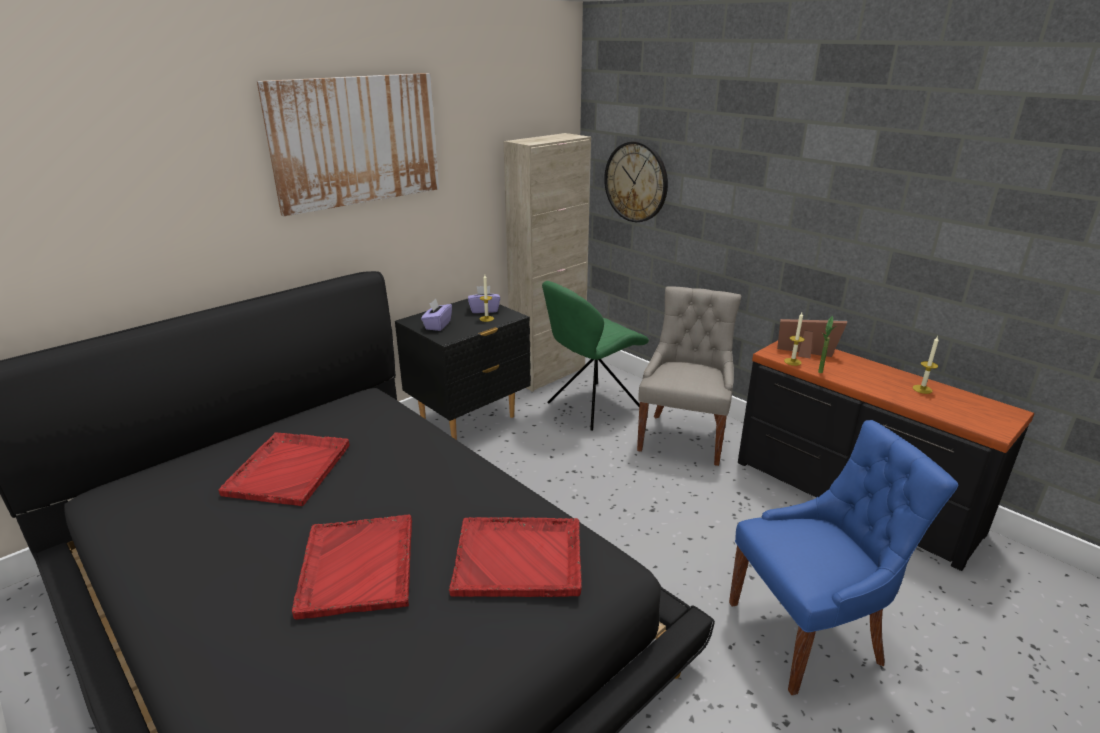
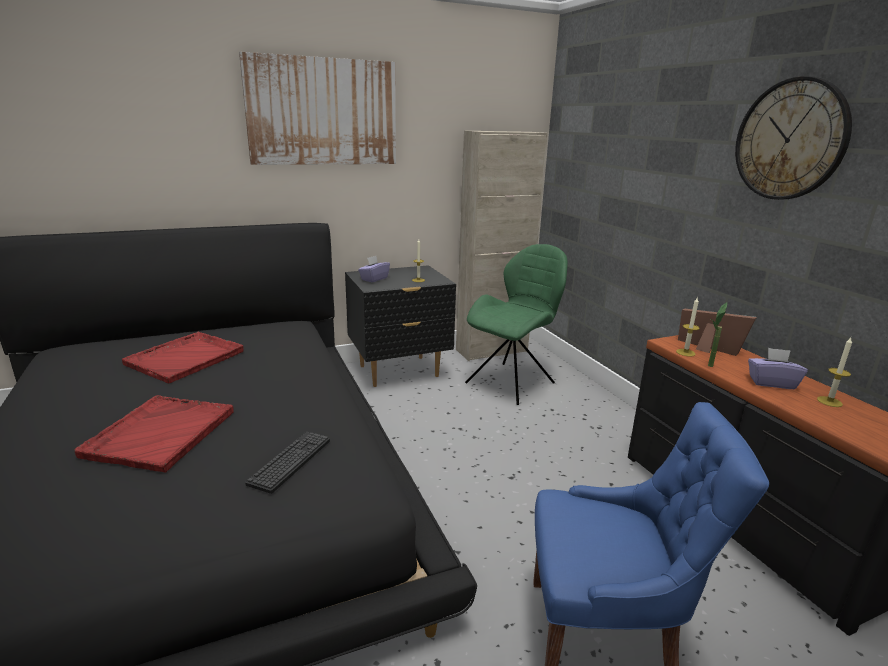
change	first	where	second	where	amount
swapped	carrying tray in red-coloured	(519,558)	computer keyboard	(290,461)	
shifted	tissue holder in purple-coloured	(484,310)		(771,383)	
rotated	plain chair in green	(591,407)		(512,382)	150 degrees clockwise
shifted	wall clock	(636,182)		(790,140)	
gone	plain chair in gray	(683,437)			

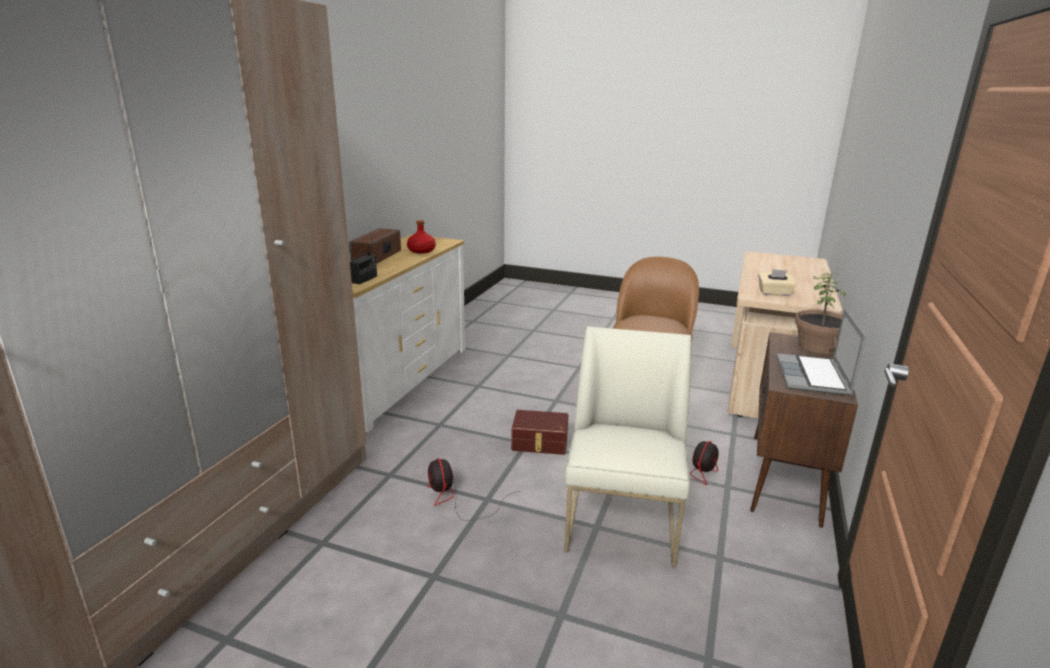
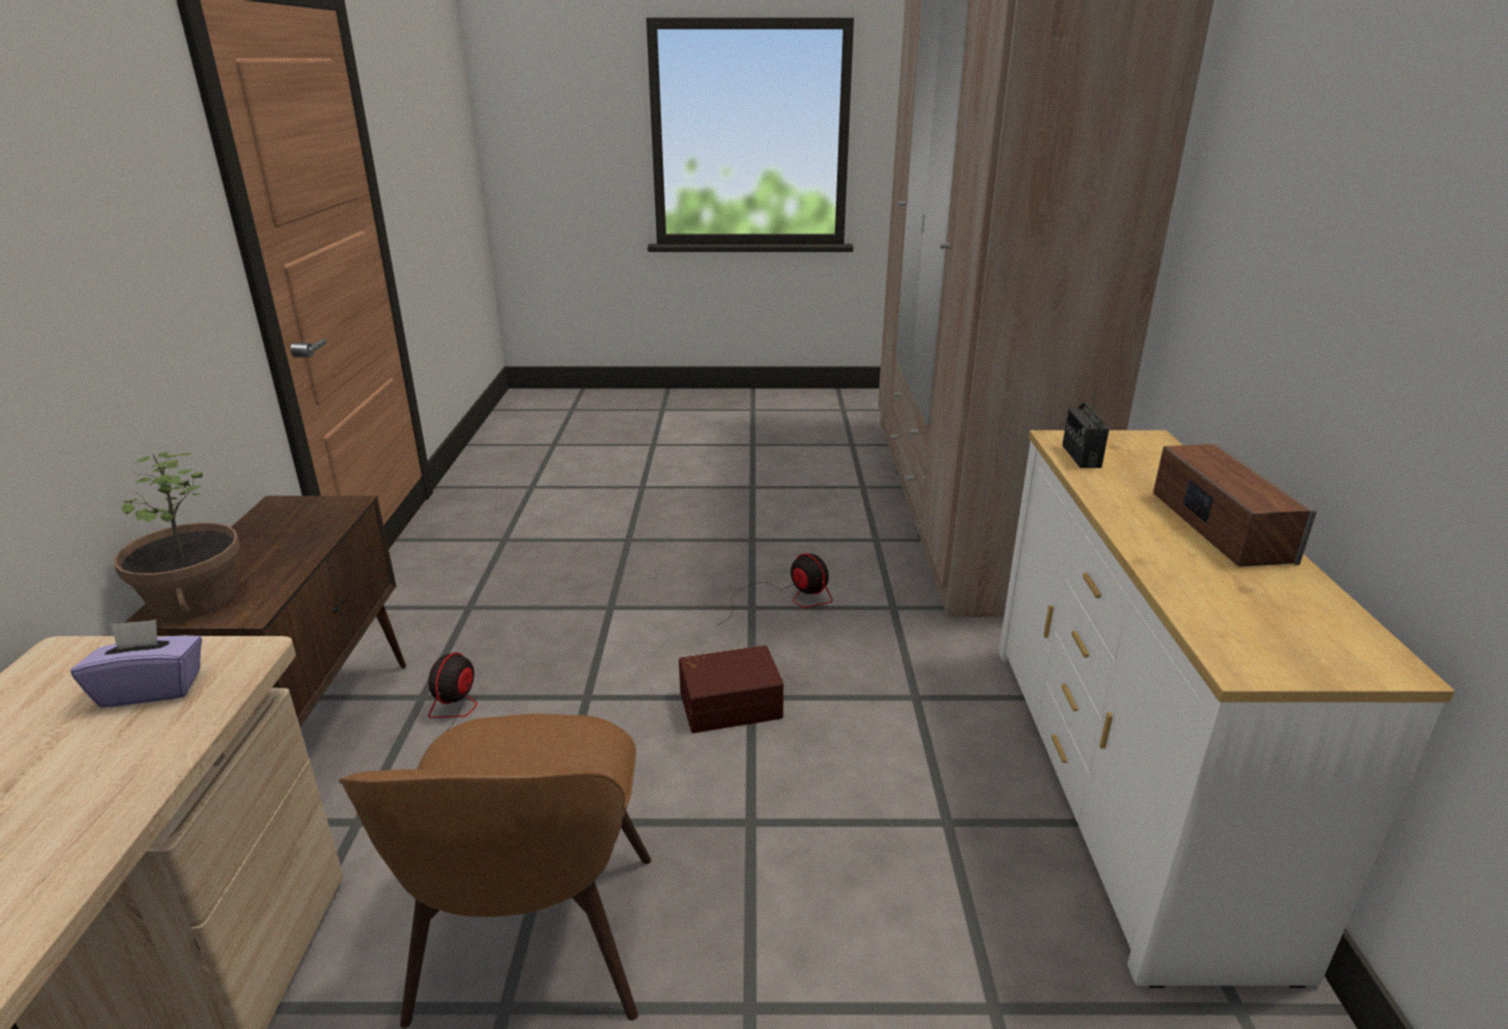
change	first	where	second	where	amount
gone	bottle in red-coloured	(421,251)			
gone	plain chair in white	(622,522)			
repainted	tissue holder in beige	(774,293)	tissue holder in purple-coloured	(152,689)	
gone	notebook computer	(813,377)			

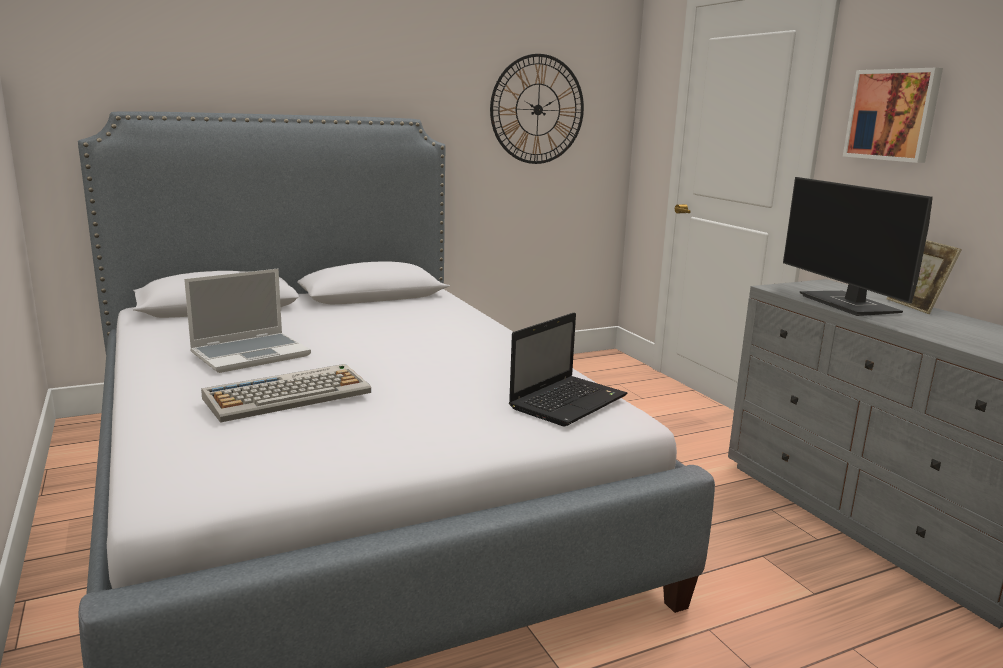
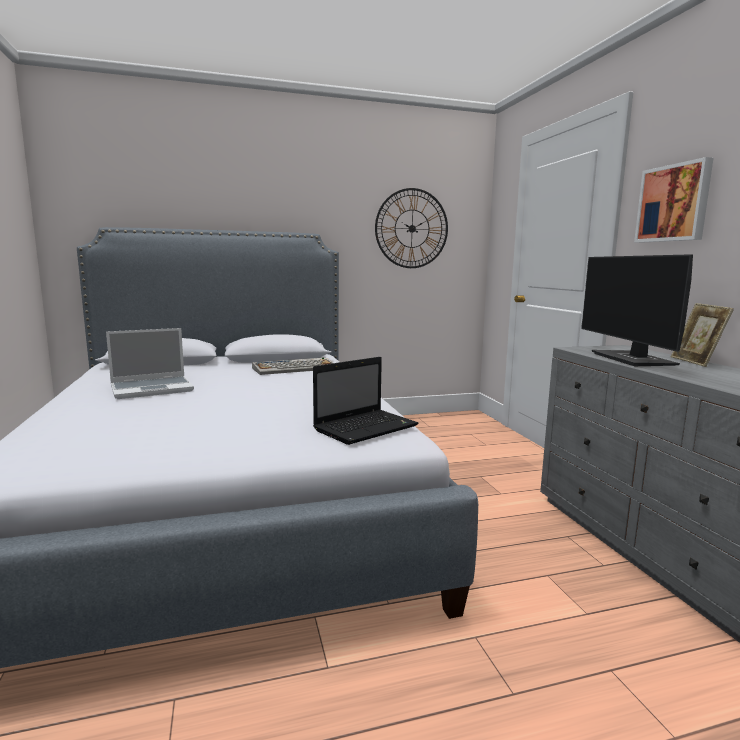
change	first	where	second	where	amount
shifted	computer keyboard	(289,395)		(295,368)	

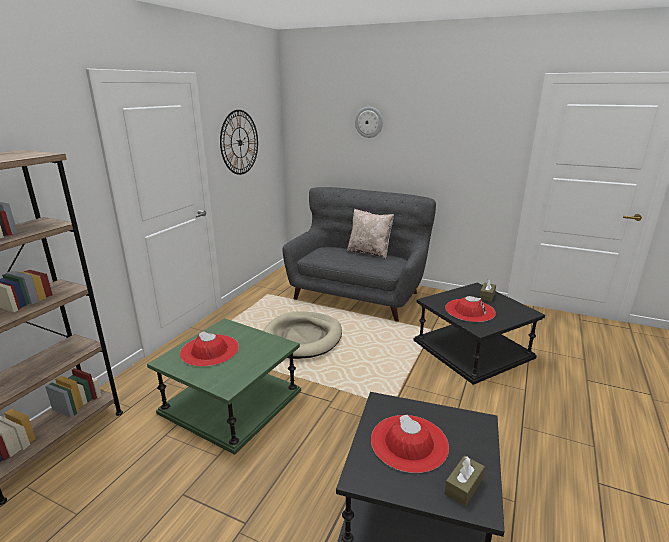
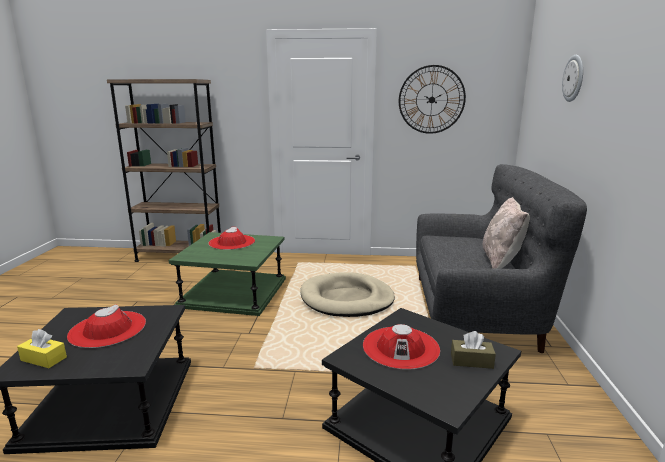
change	first	where	second	where	amount
repainted	tissue holder in brown	(463,486)	tissue holder in yellow-coloured	(43,359)	

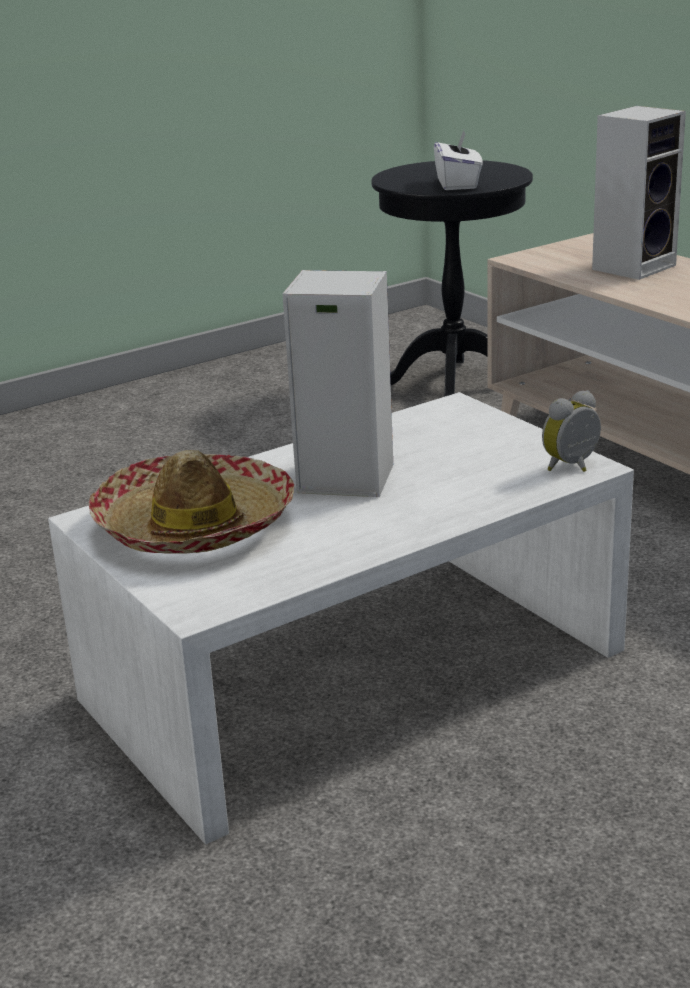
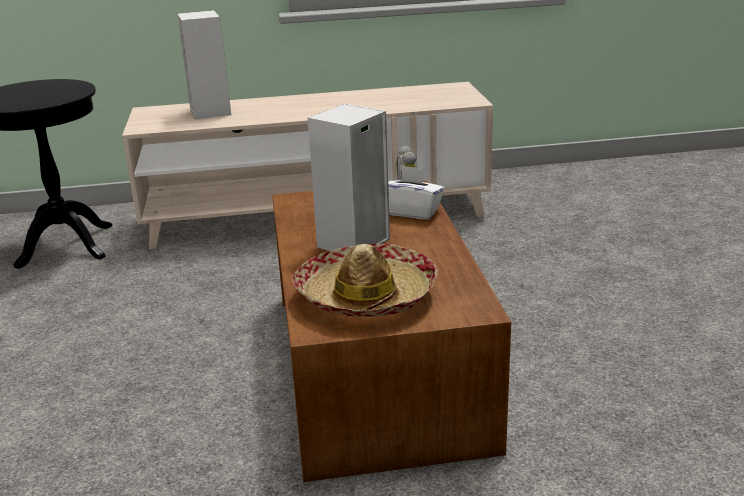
change	first	where	second	where	amount
repainted	lounge table in white	(356,676)	lounge table in brown	(378,365)	
shifted	tissue holder in white	(458,184)		(411,212)	

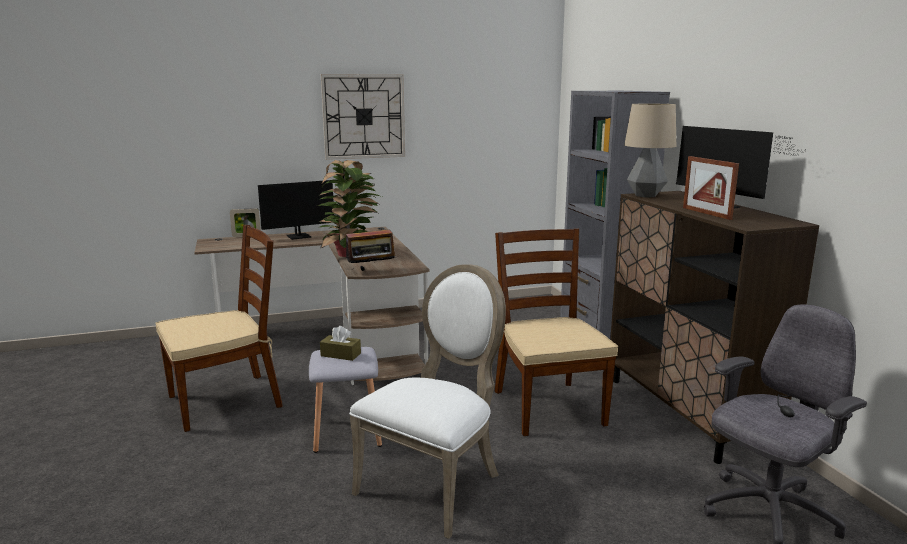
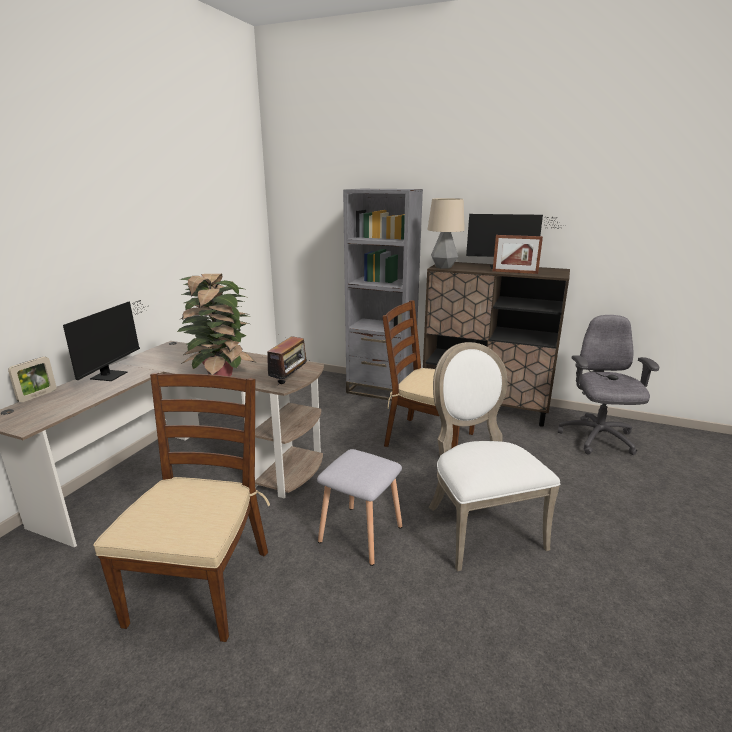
change	first	where	second	where	amount
gone	tissue holder in brown	(340,354)			
gone	wall clock	(363,116)			

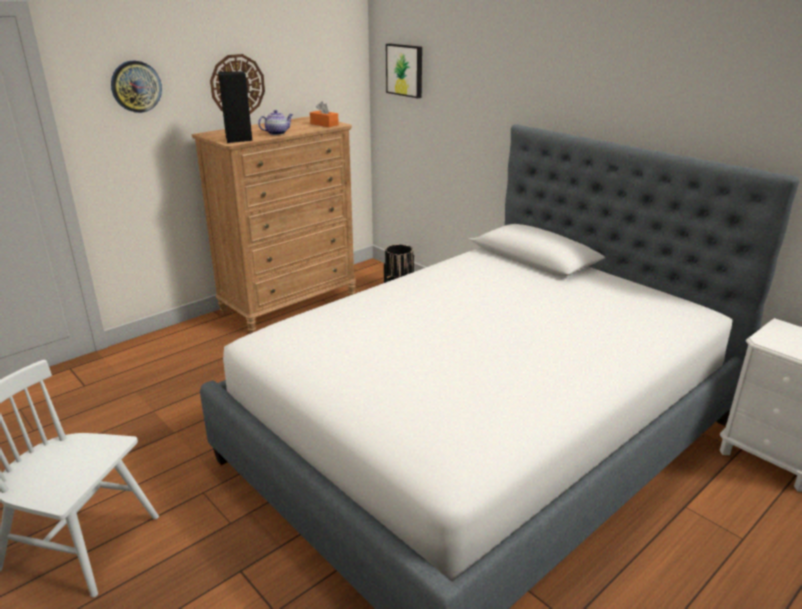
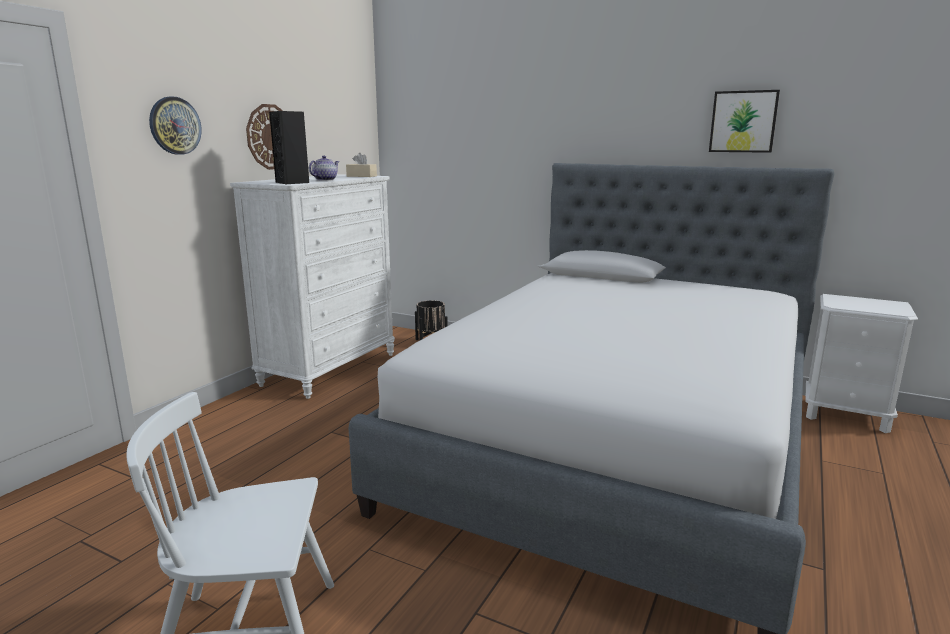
change	first	where	second	where	amount
repainted	chest of drawers in brown	(289,303)	chest of drawers in white	(329,369)	
repainted	tissue holder in orangey	(324,124)	tissue holder in beige	(361,176)	
shifted	wall art	(405,70)		(743,121)	

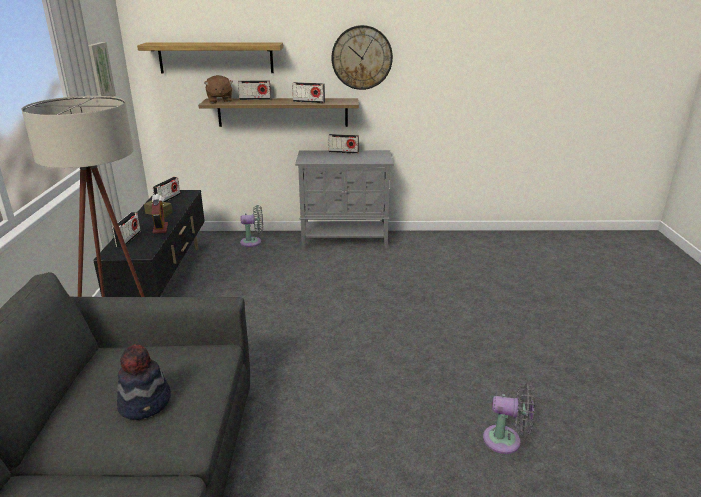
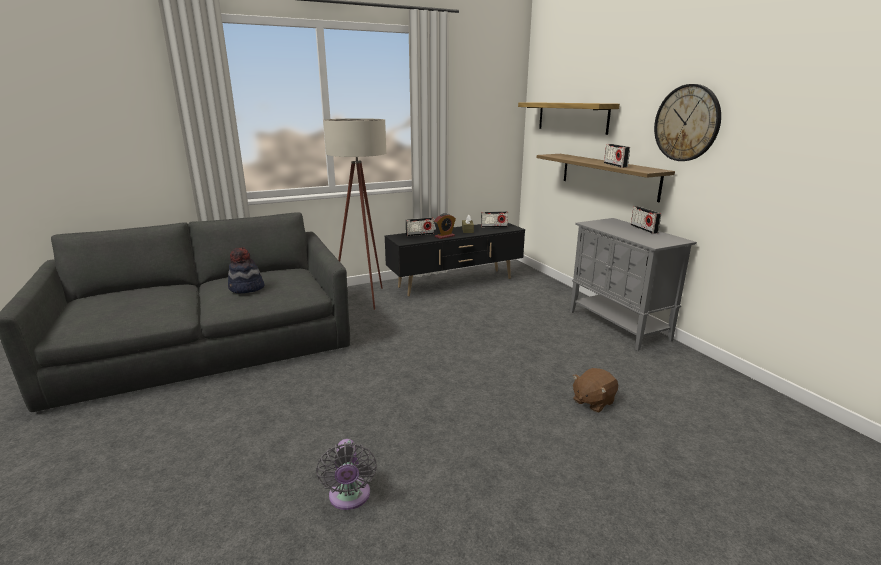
change	first	where	second	where	amount
gone	wall art	(99,71)			
shifted	cuddly toy in brown	(219,100)		(592,401)	
gone	radio set	(255,99)			
gone	electric fan in gray	(253,242)			

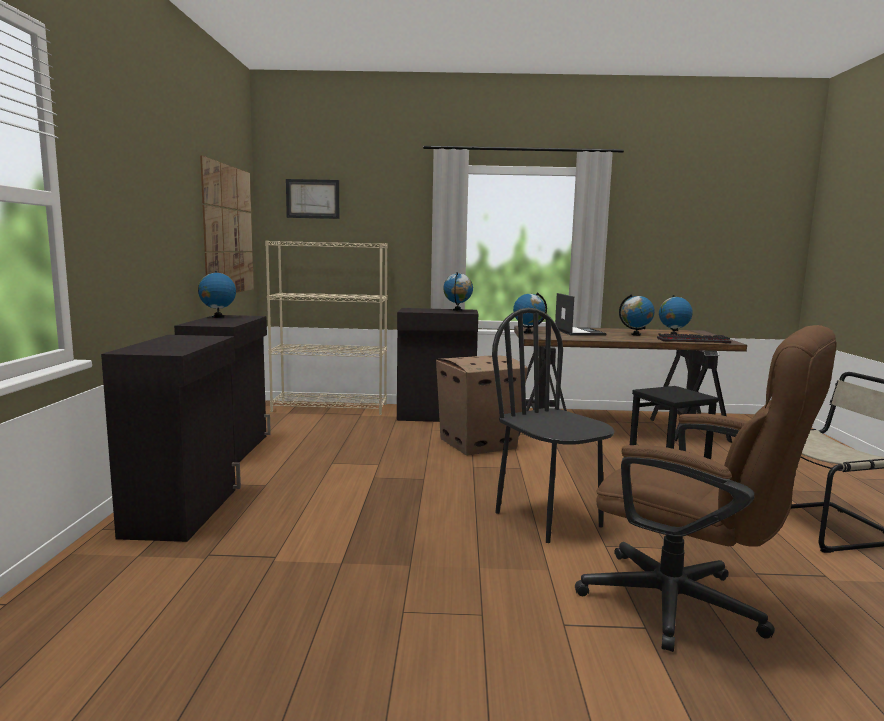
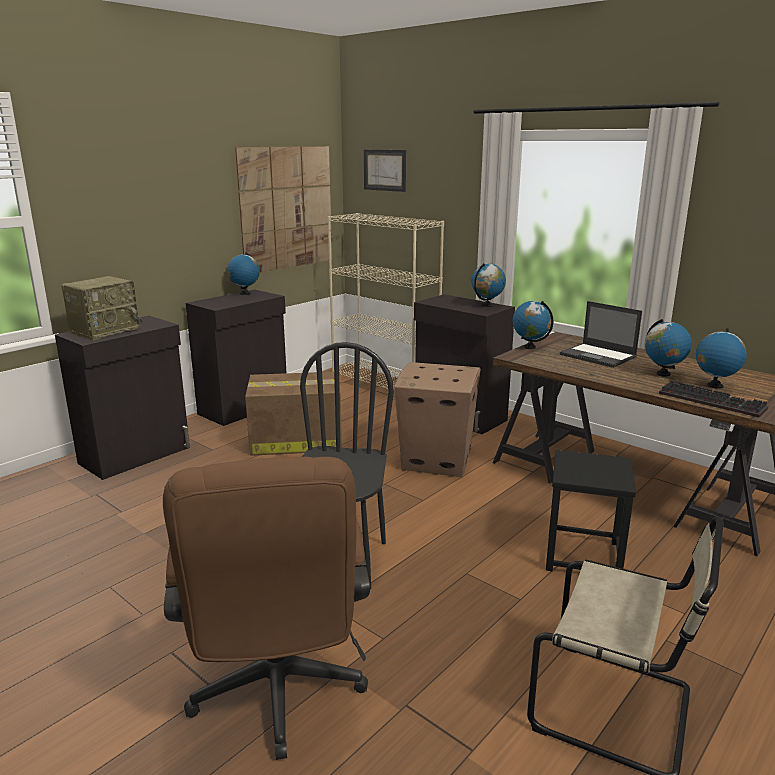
change	first	where	second	where	amount
rotated	notebook computer	(578,332)		(598,356)	105 degrees clockwise
new			radio set	(105,331)	
new			carton	(295,440)	

